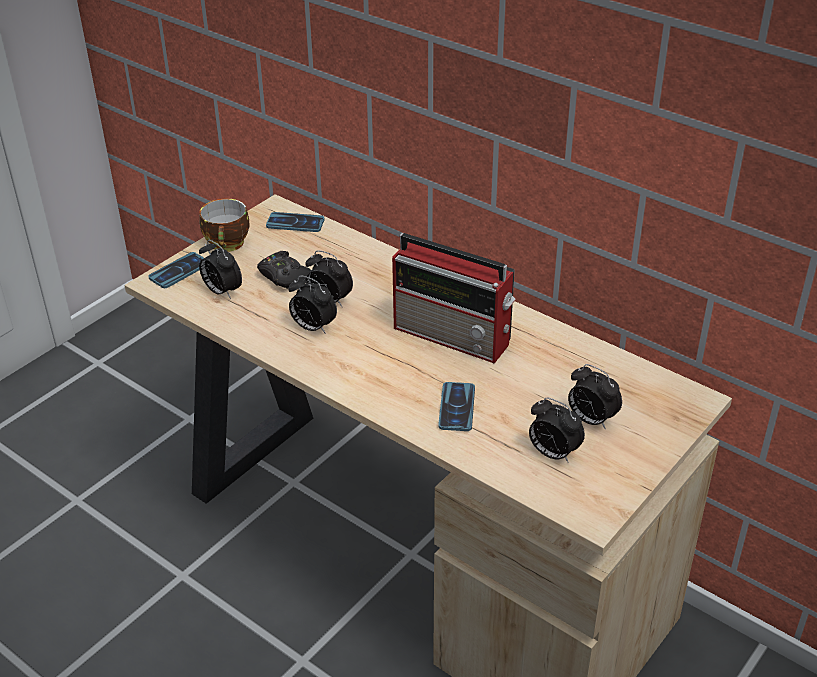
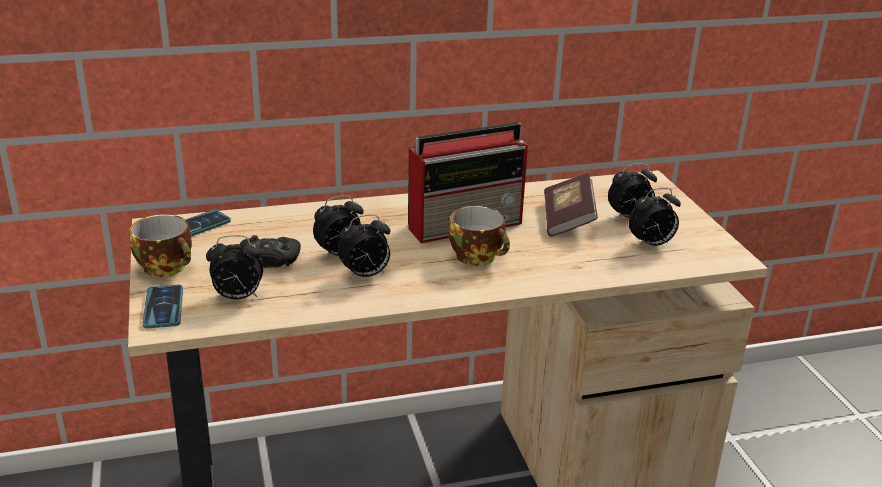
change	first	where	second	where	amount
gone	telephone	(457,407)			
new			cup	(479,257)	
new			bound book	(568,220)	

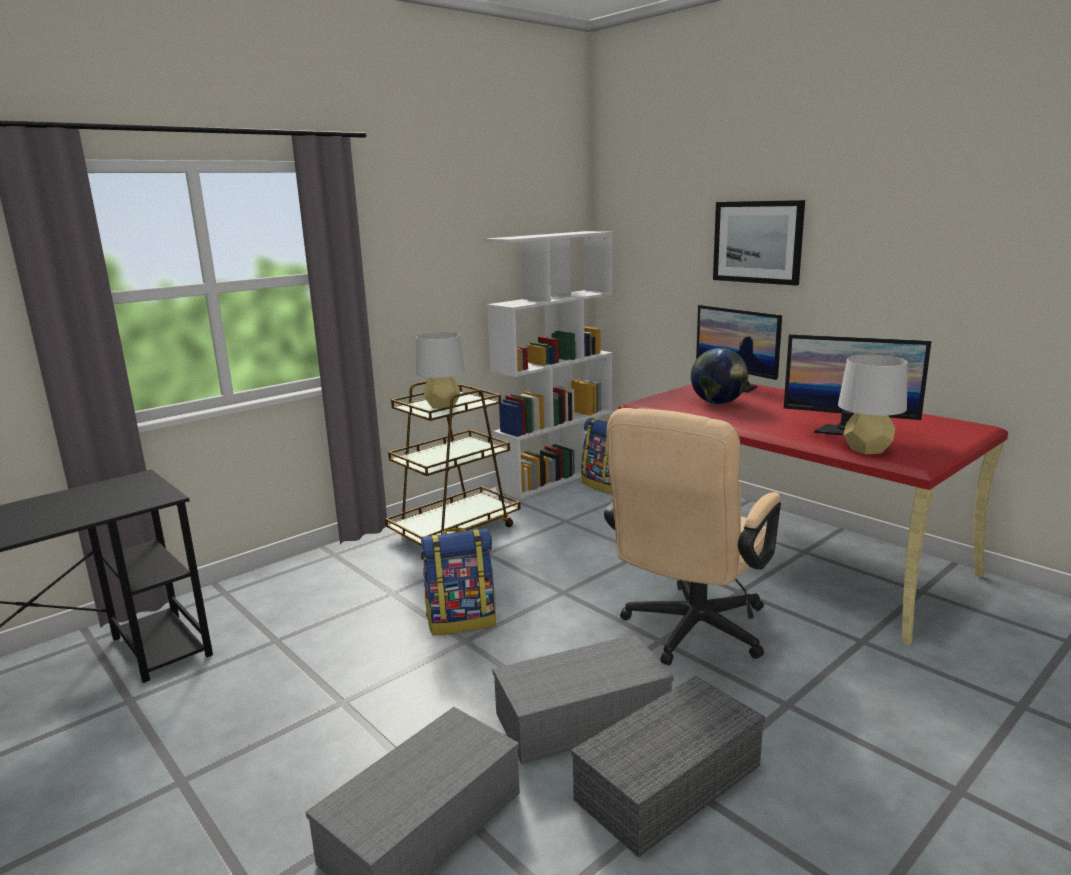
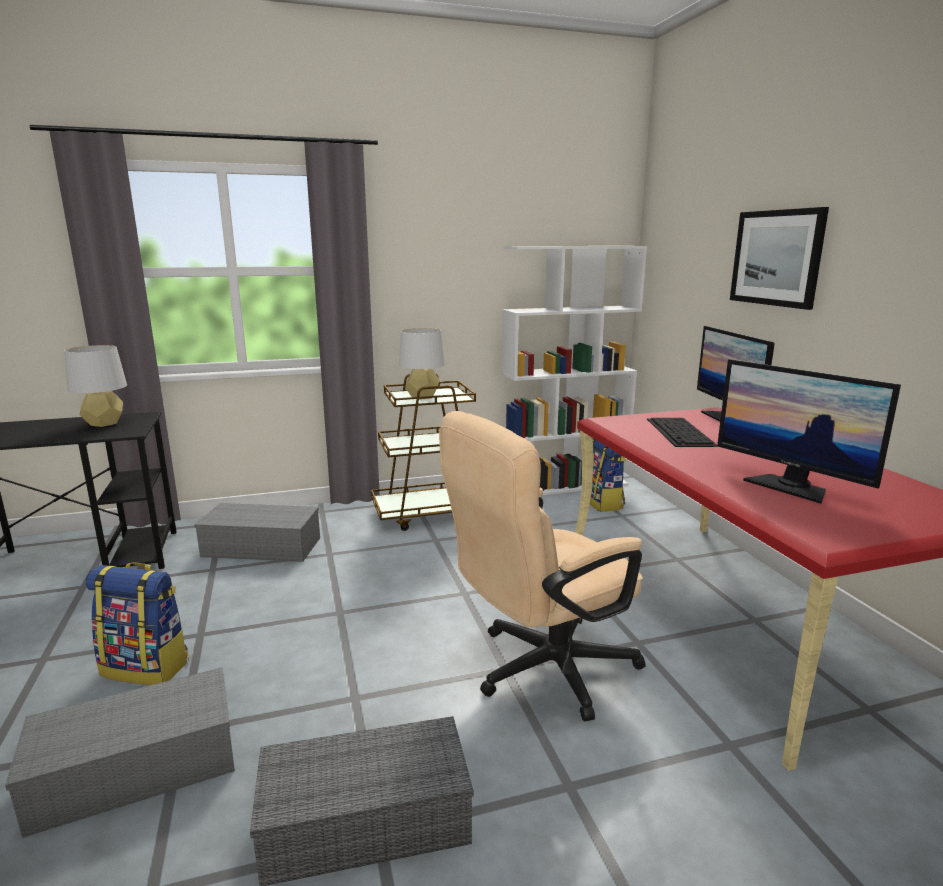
change	first	where	second	where	amount
shifted	rucksack	(462,620)		(147,667)	
shifted	storage container in gray	(583,715)		(264,546)	
swapped	world globe	(718,403)	computer keyboard	(680,432)	
shifted	tabletop lamp in gray	(867,450)		(104,423)	

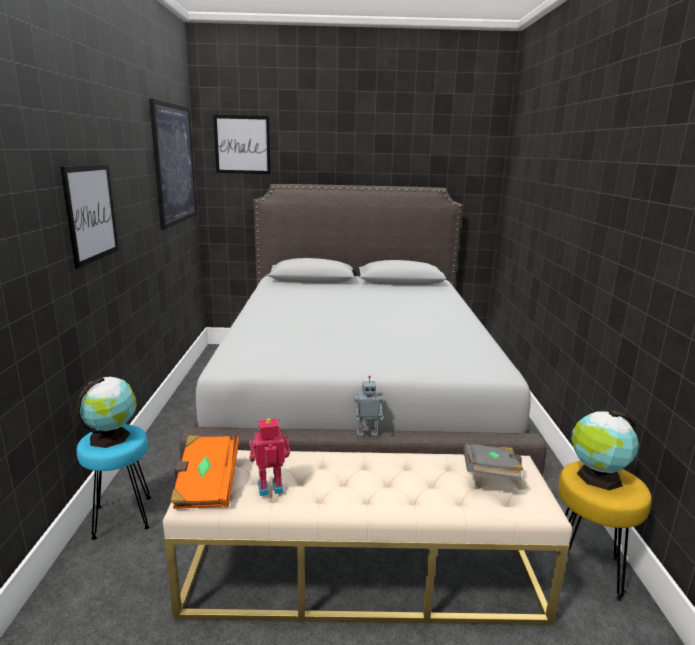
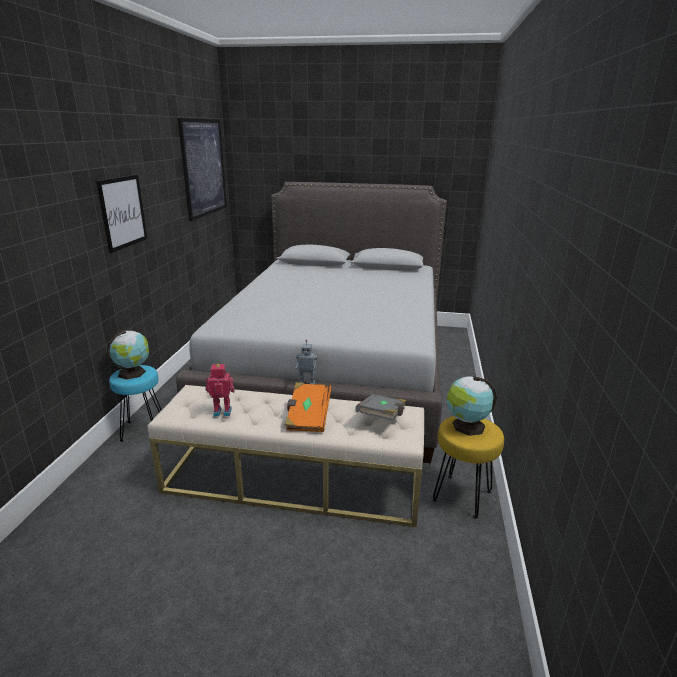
change	first	where	second	where	amount
shifted	bound book in orangey	(206,485)		(307,417)	
gone	wall art	(242,145)			

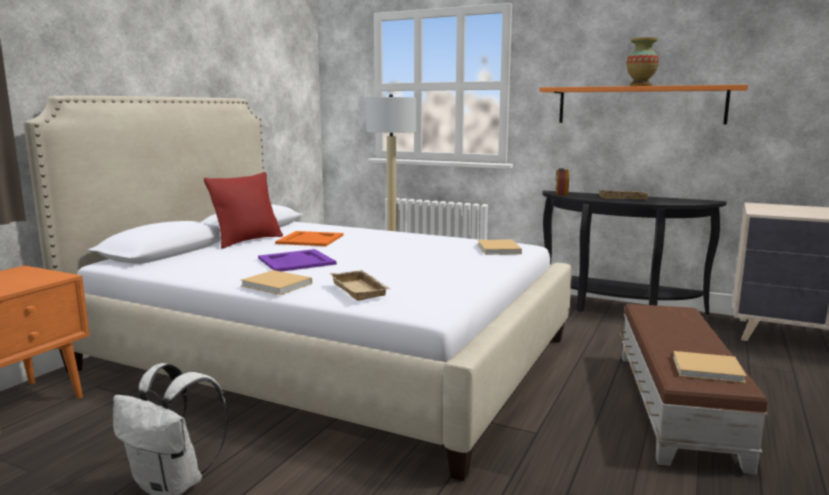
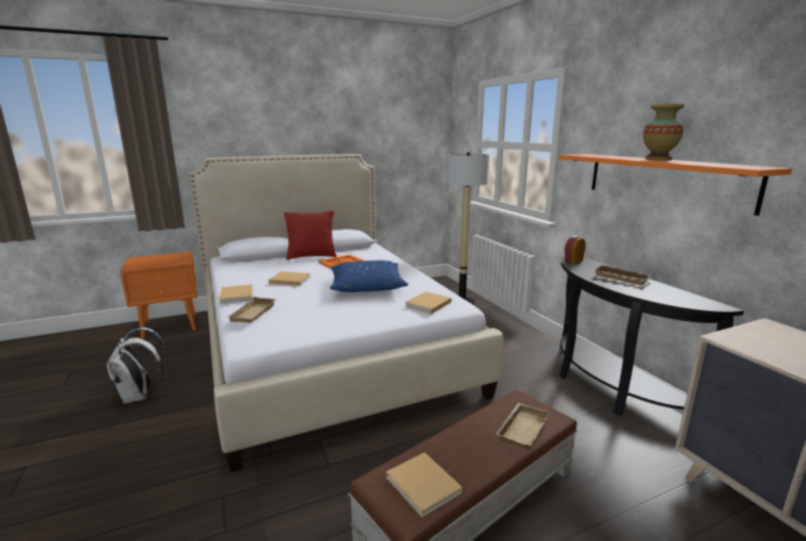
change	first	where	second	where	amount
swapped	carrying tray in purple-coloured	(296,261)	bound book in beige	(289,280)	
new			pillow in blue	(367,286)	
new			carrying tray in beige	(521,429)	

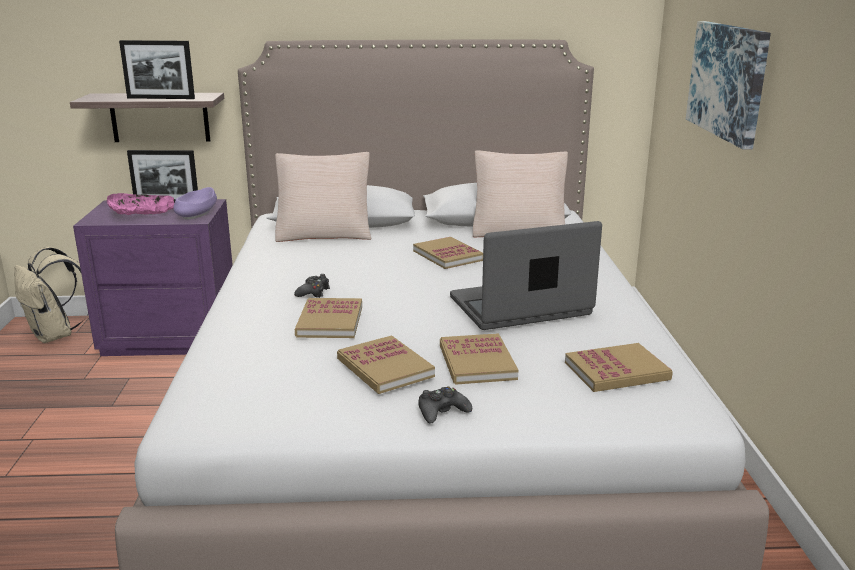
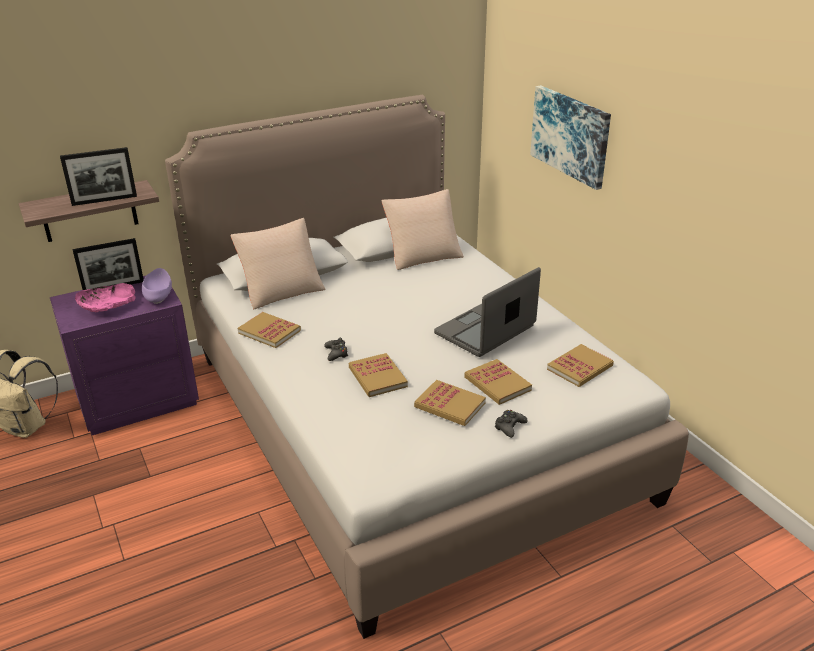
change	first	where	second	where	amount
shifted	bound book	(448,255)		(269,332)	

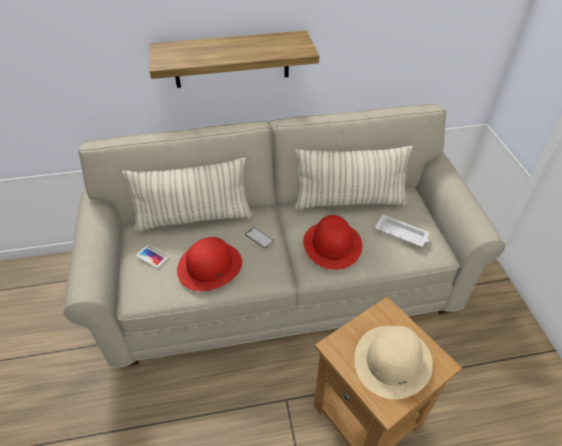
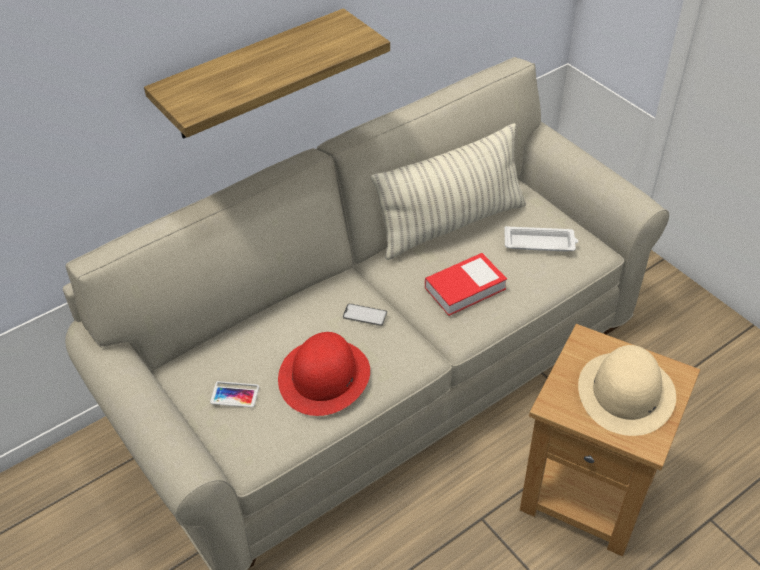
change	first	where	second	where	amount
gone	pillow	(194,218)			
swapped	hat in red-coloured	(332,244)	bound book	(465,288)	

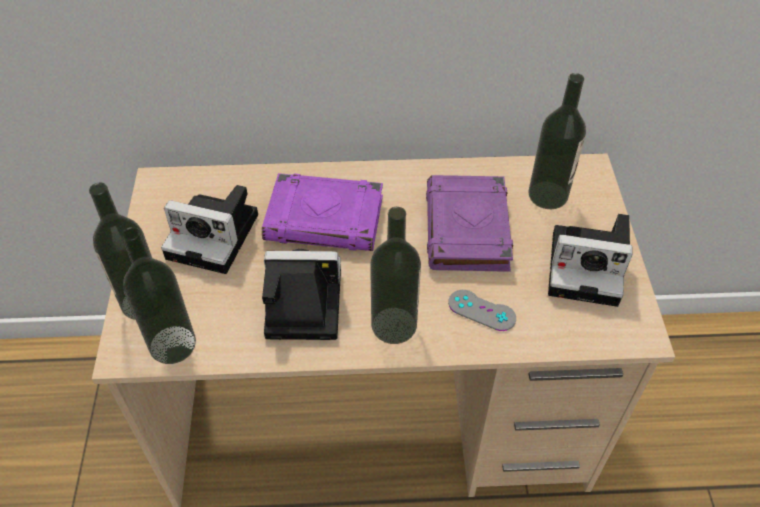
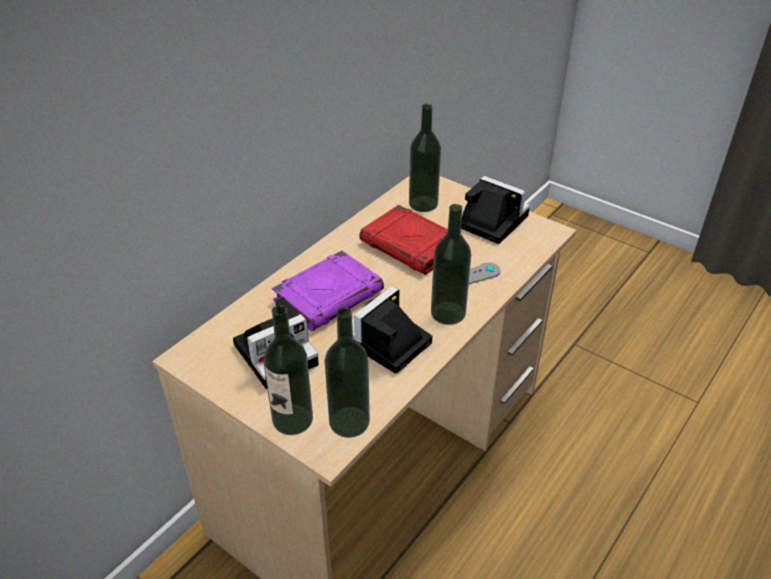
change	first	where	second	where	amount
repainted	bound book in purple-coloured	(467,230)	bound book in red-coloured	(411,245)	
rotated	photo camera	(588,267)		(490,221)	105 degrees counterclockwise

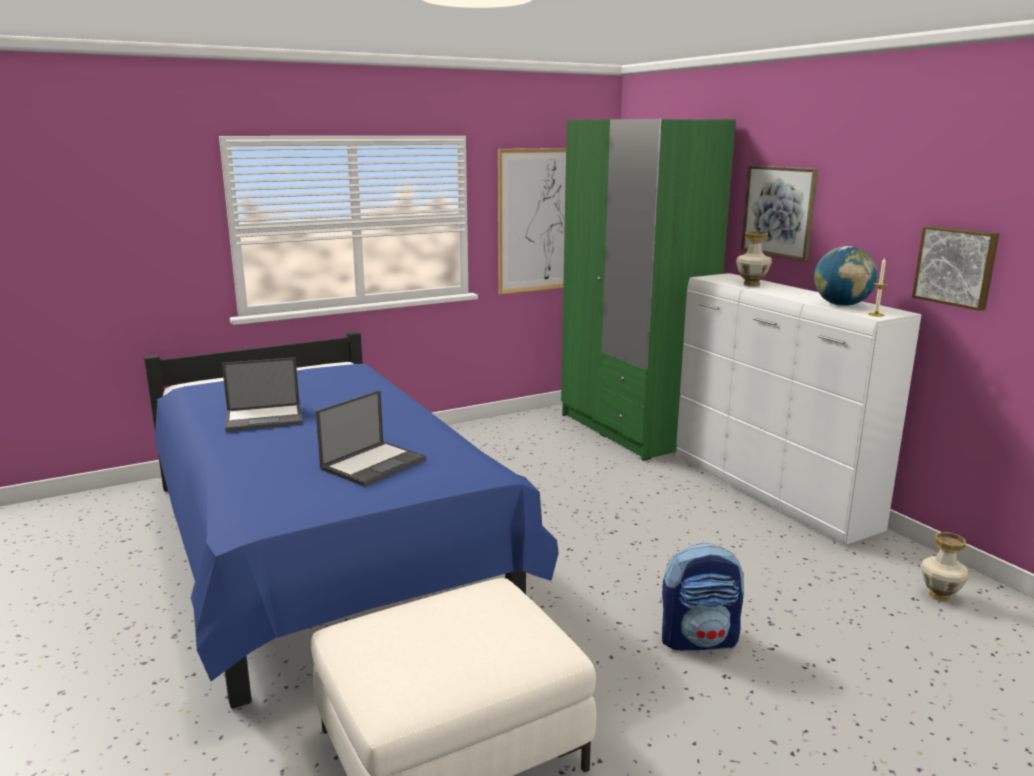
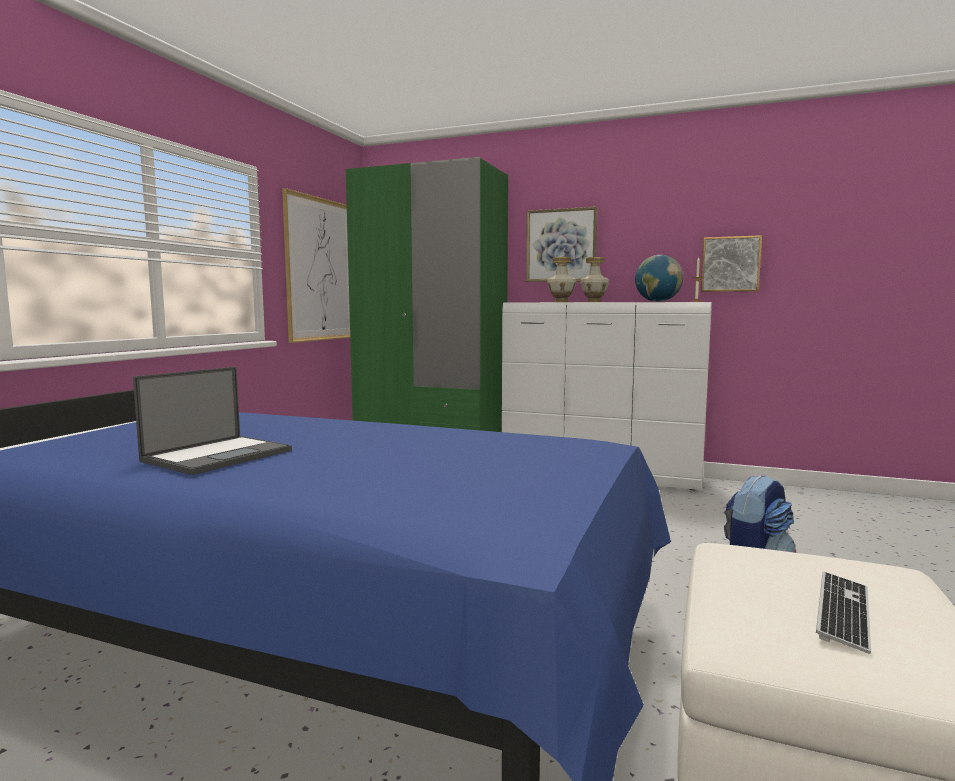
change	first	where	second	where	amount
gone	notebook computer	(374,464)			
shifted	flower vase	(939,596)		(593,302)	
new			computer keyboard	(843,613)	

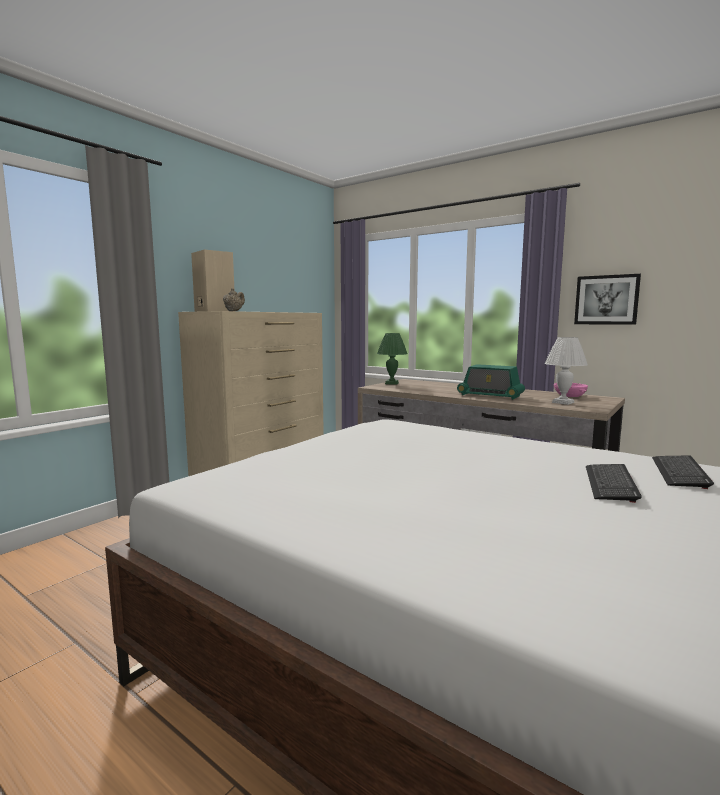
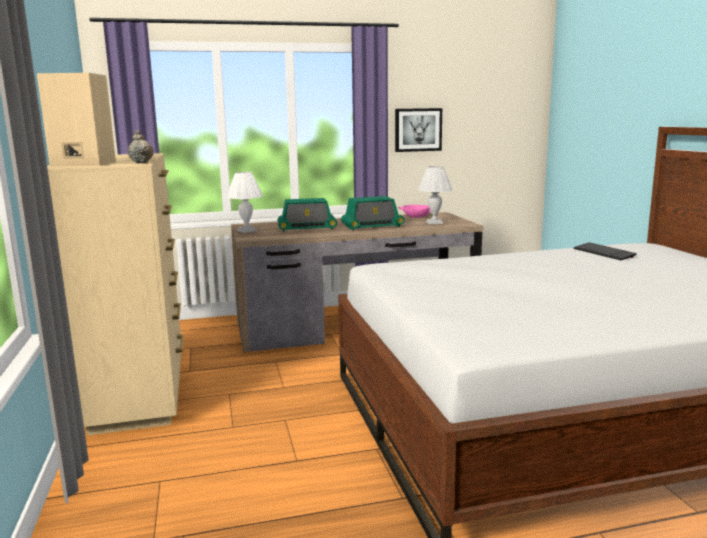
change	first	where	second	where	amount
repainted	tabletop lamp in green	(391,383)	tabletop lamp in white	(246,231)	
gone	computer keyboard	(610,483)			
new			radio set	(307,228)	

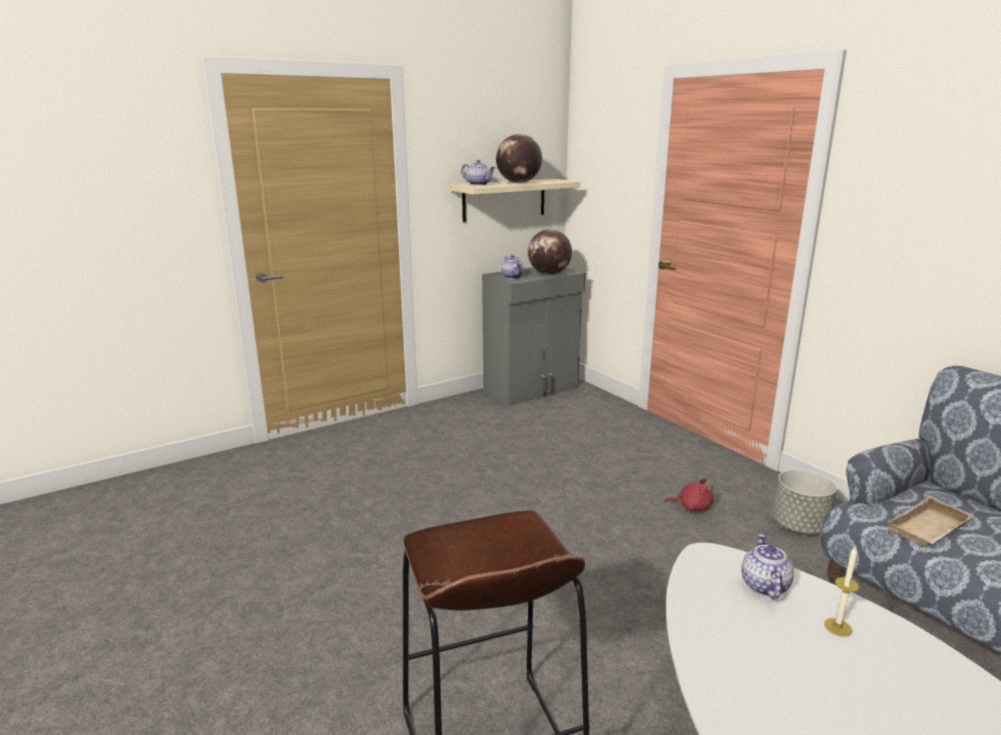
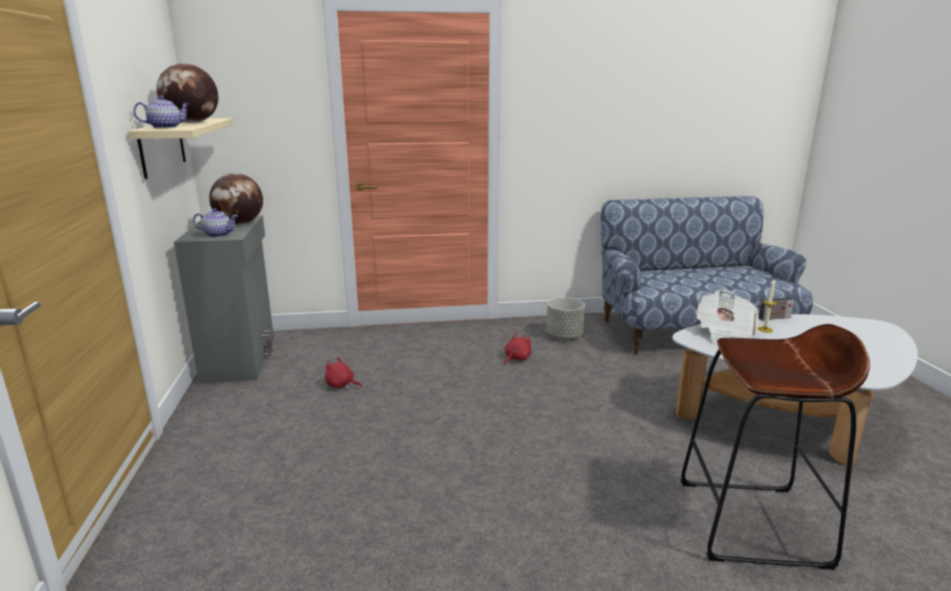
change	first	where	second	where	amount
swapped	teapot	(763,585)	printed paper	(724,333)	
gone	carrying tray in beige	(930,529)			
new			cuddly toy in red-coloured	(341,385)	
new			radio set	(773,318)	

